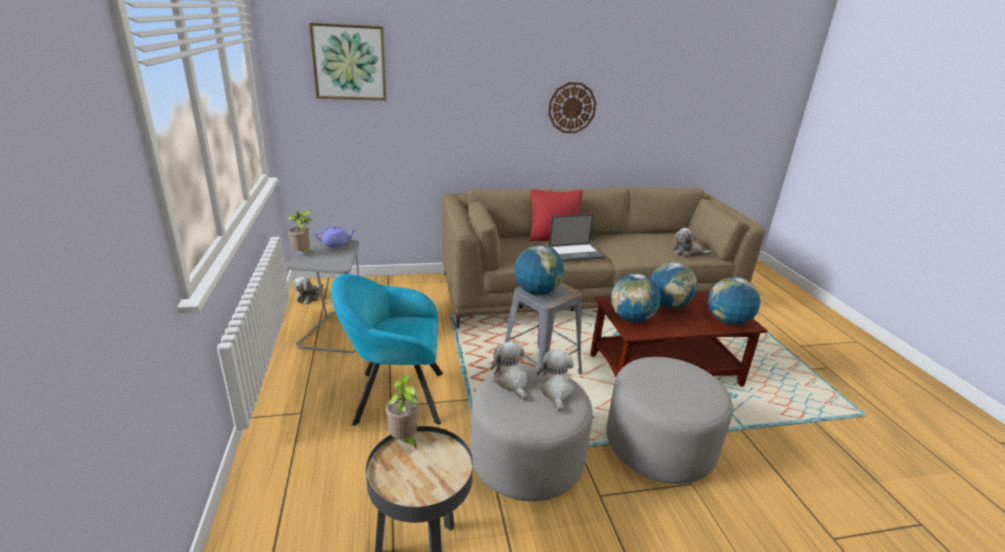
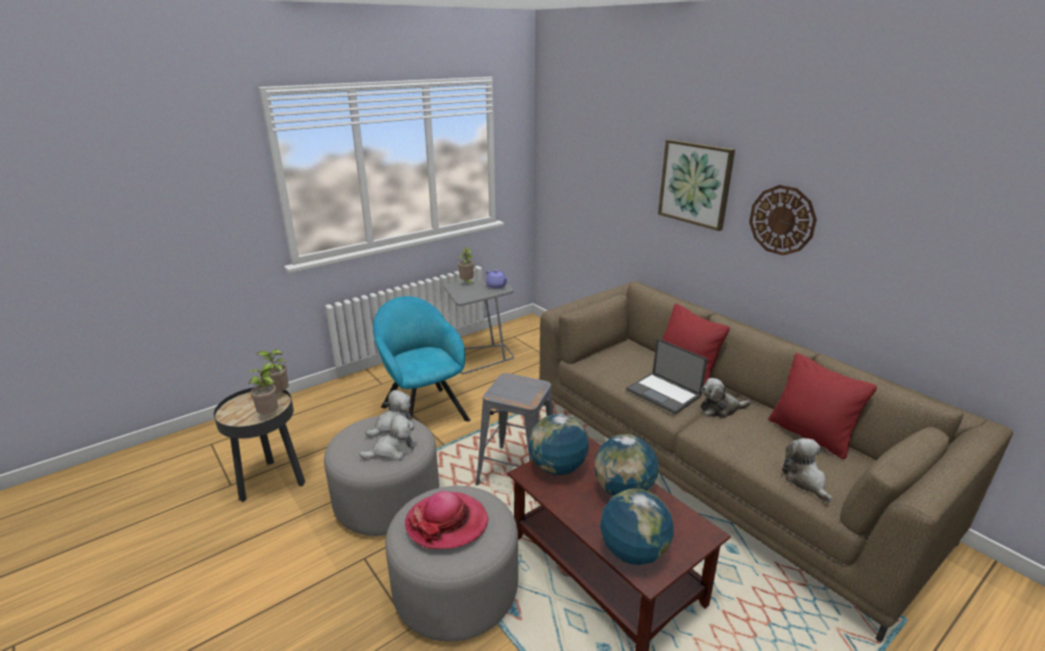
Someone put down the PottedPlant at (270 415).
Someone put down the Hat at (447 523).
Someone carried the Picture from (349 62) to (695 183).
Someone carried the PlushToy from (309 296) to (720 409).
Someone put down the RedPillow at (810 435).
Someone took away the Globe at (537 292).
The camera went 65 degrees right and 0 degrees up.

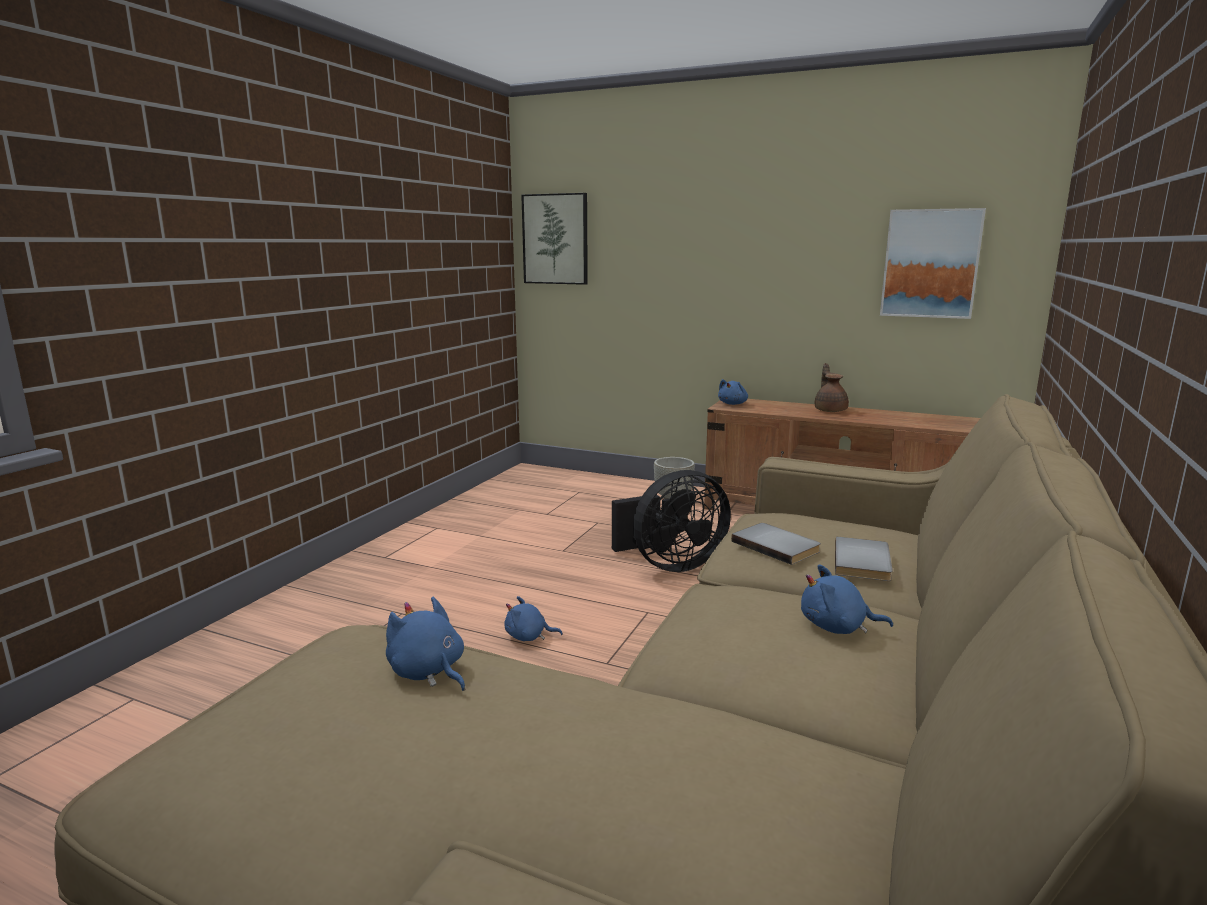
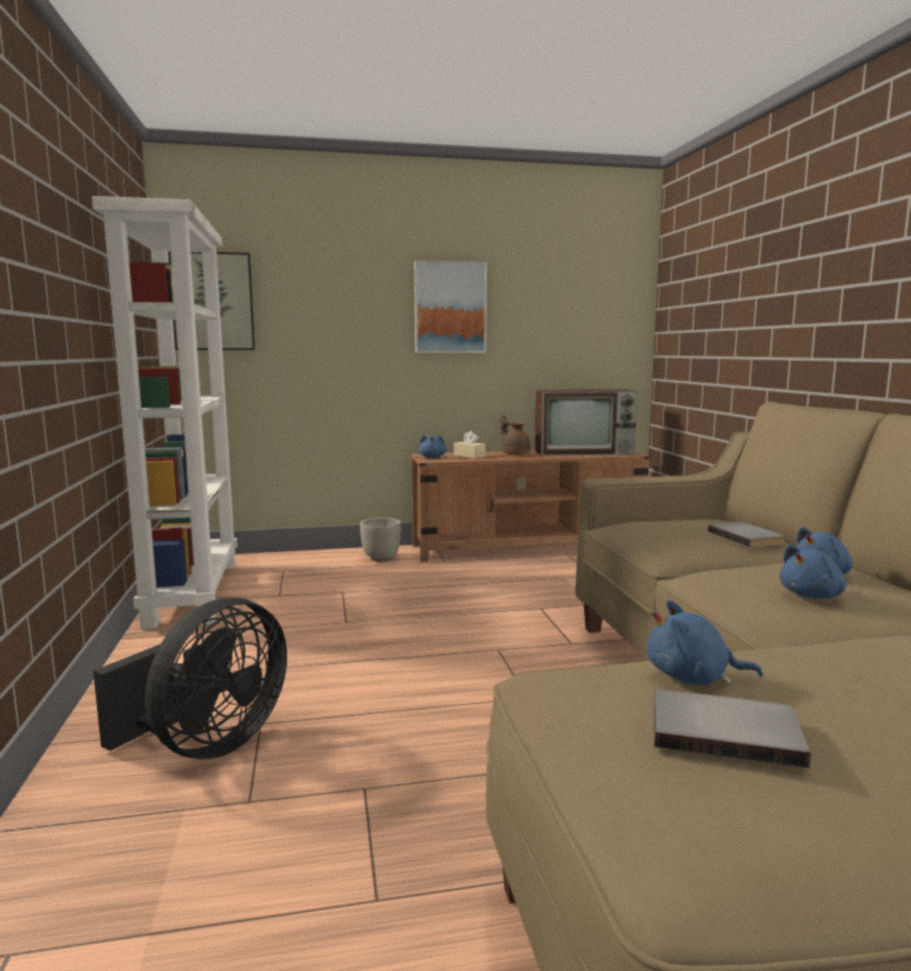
Someone put down the WhiteBookcase at (192 592).
Someone carried the BlackFan from (671 564) to (208 745).
Someone carried the Picture from (930 263) to (450 307).
Someone put down the BeigeTissueBox at (469 456).
Someone put down the Television at (585 452).
Someone carried the GreyBook from (777 546) to (724 730).
Someone carried the BluePlushToy from (528 636) to (813 596).
The camera went 35 degrees left and 5 degrees down.

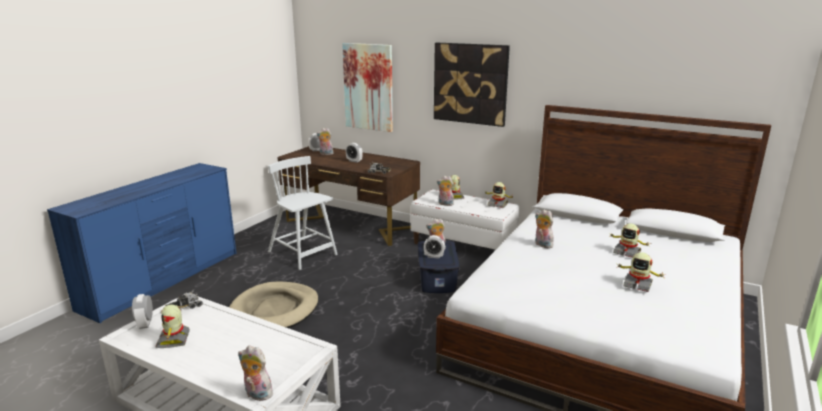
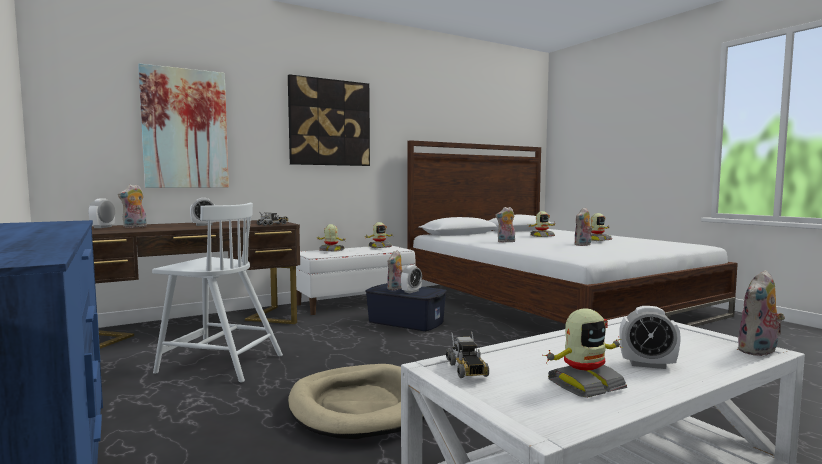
Someone rotated the WhiteChair at (303 254) by 150 degrees counterclockwise.
Someone rotated the ToyRobot at (174 339) by 45 degrees counterclockwise.
Someone carried the PlushToy from (445 204) to (583 245).
Someone carried the AlarmClock from (145 323) to (647 364).
The camera went 60 degrees left and 15 degrees down.

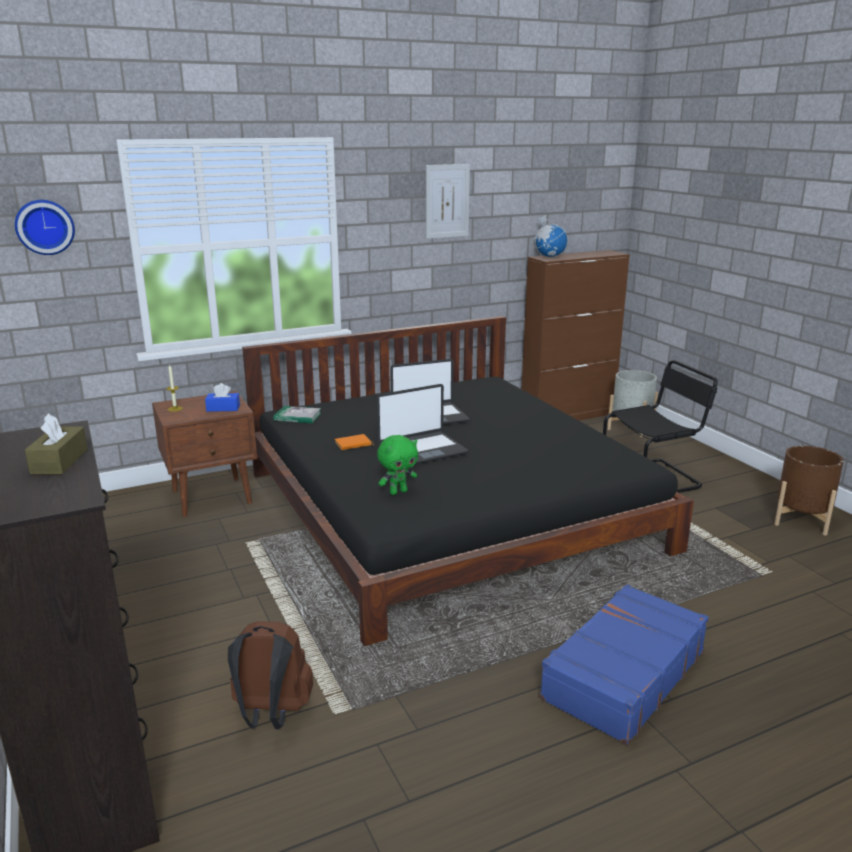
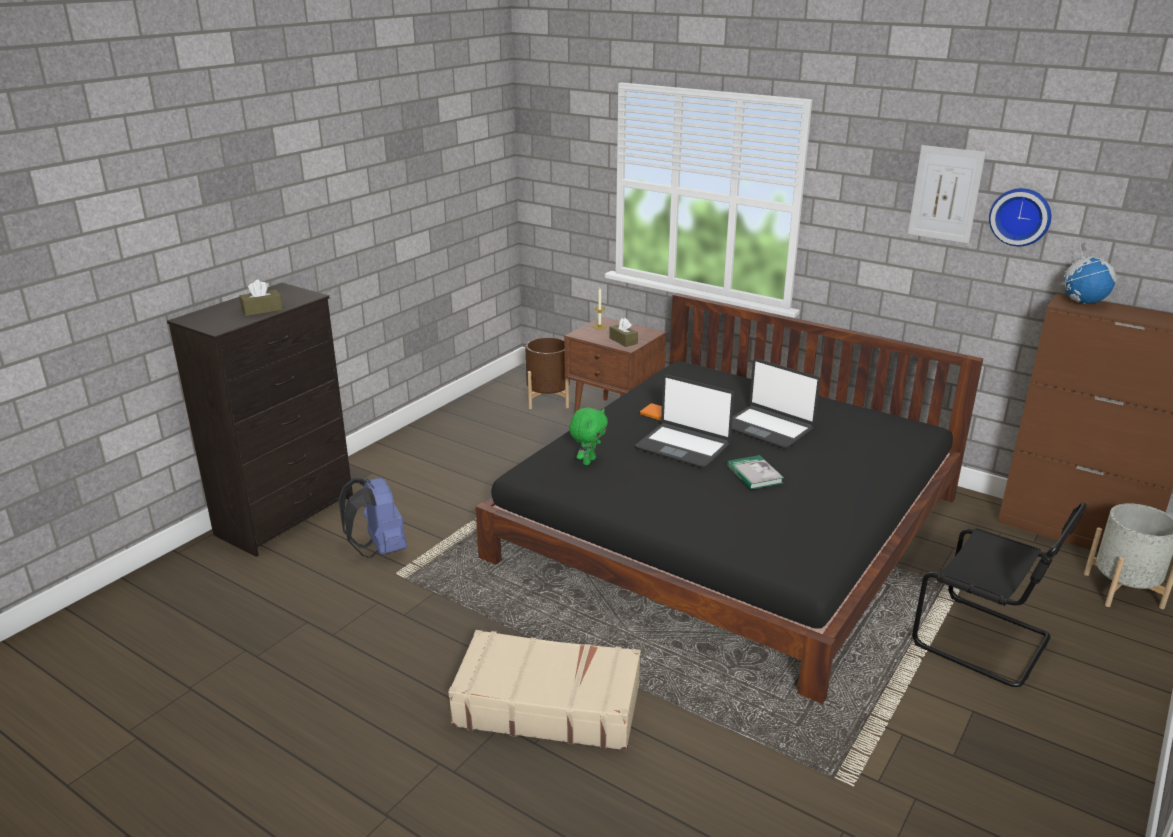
Someone repainted the BrownBackpack at (271 714), which became the BlueBackpack at (379 549).
Someone repainted the BlueSuitcase at (622 675), which became the BeigeSuitcase at (547 704).
Someone carried the BrownPlanter from (801 520) to (548 400).
Someone rotated the GreenPlushToy at (398 492) by 90 degrees counterclockwise.
Someone repainted the BlueTissueBox at (223 408), which became the BrownTissueBox at (623 341).
Someone carried the Book from (297 417) to (754 474).
Someone carried the WallClock from (45 227) to (1020 216).
The camera went 60 degrees right and 5 degrees up.

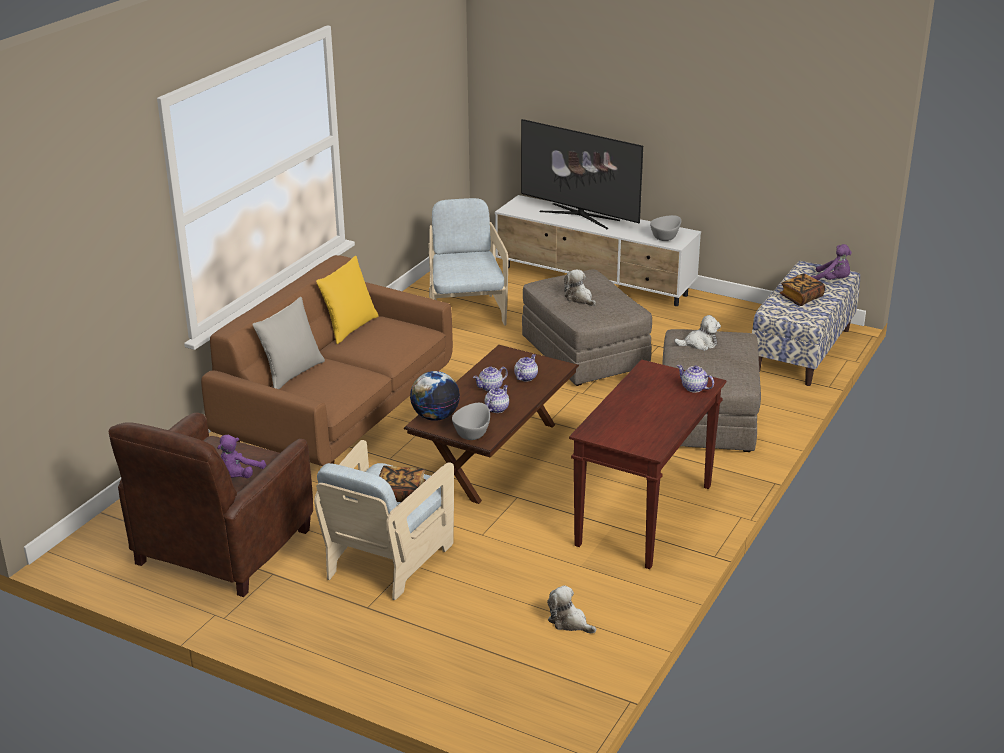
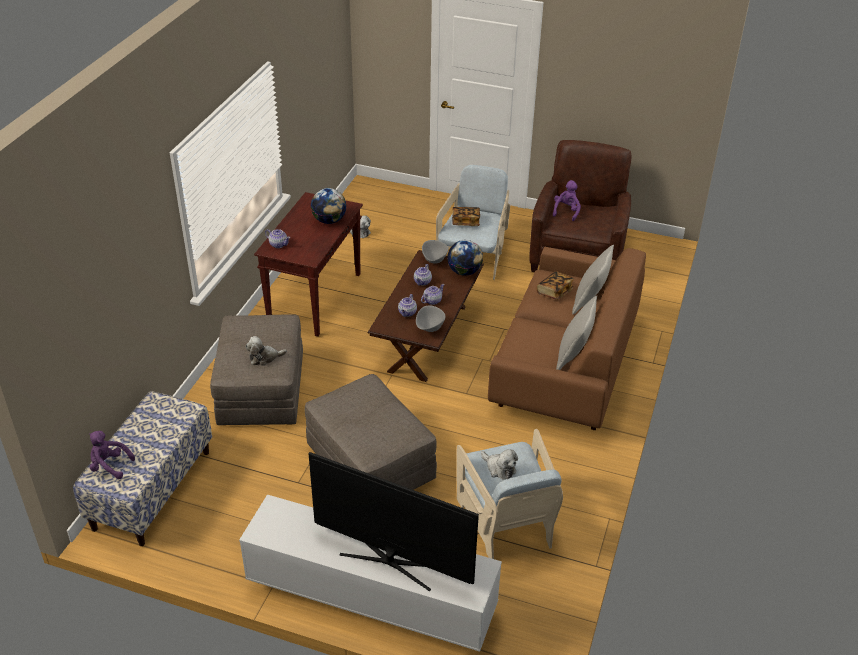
Someone put down the Globe at (329 221).
Someone carried the GreyBowl from (666 237) to (429 329).
Someone carried the PlushToy from (579 298) to (499 468).
Someone carried the Book from (801 298) to (554 292).
Someone repainted the YellowPillow at (349 328), which became the GreyPillow at (574 355).
The camera went 170 degrees right and 10 degrees up.

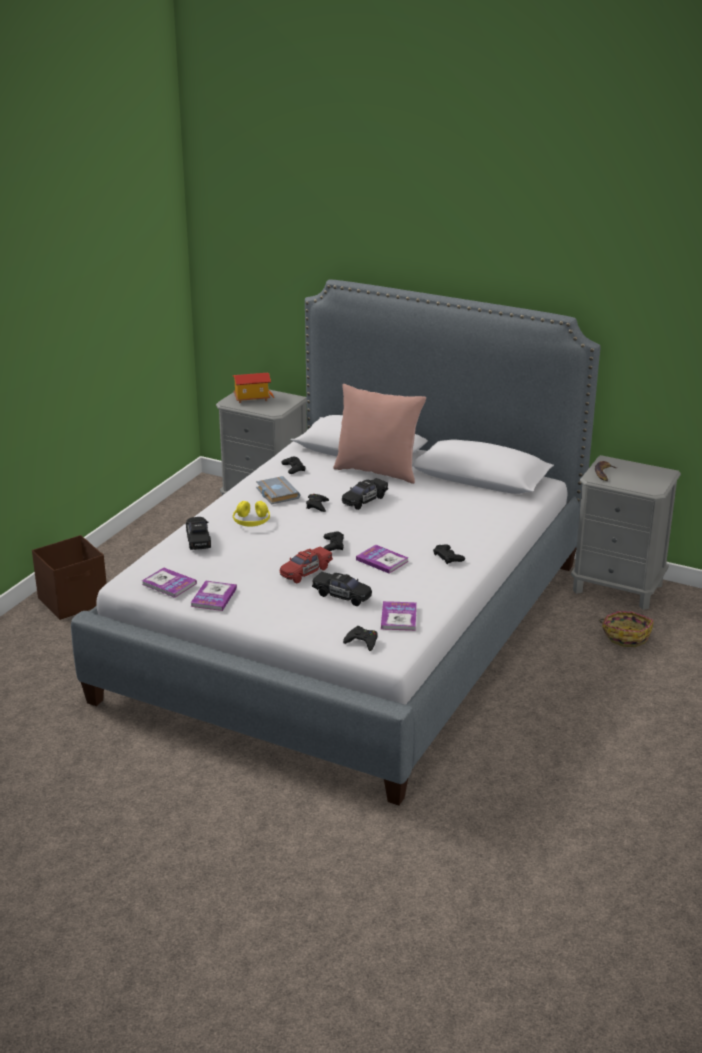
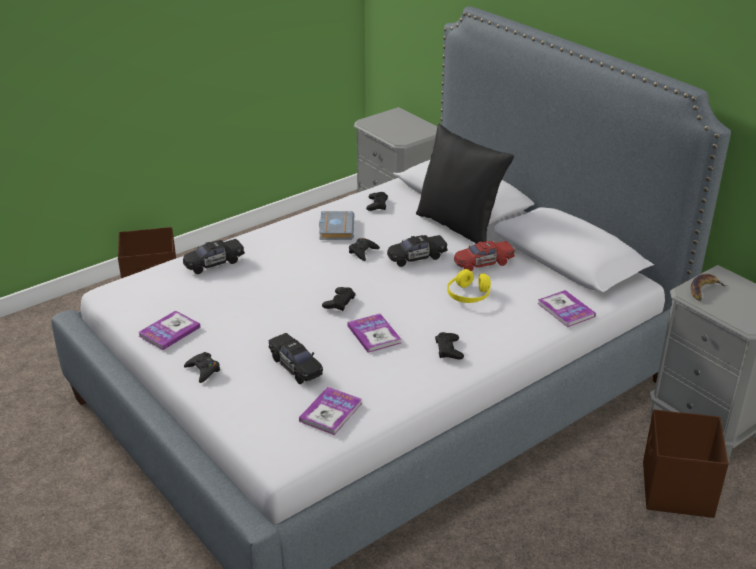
Someone rotated the BlackToyCar at (198 540) by 135 degrees counterclockwise.
Someone carried the BlackGameController from (362 641) to (203 370).
Someone repainted the PinkPillow at (377 471), which became the BlackPillow at (459 227).
Someone carried the YellowHeadphones from (251 521) to (468 295).
Someone carried the RedToyCar from (305 572) to (483 263).
Someone carried the Book from (169 584) to (566 310).
Someone swapped the Basket at (626 636) for the BrownStorageBox at (676 490).
Someone took away the ToyHouse at (252 398).
The camera went 25 degrees right and 5 degrees up.

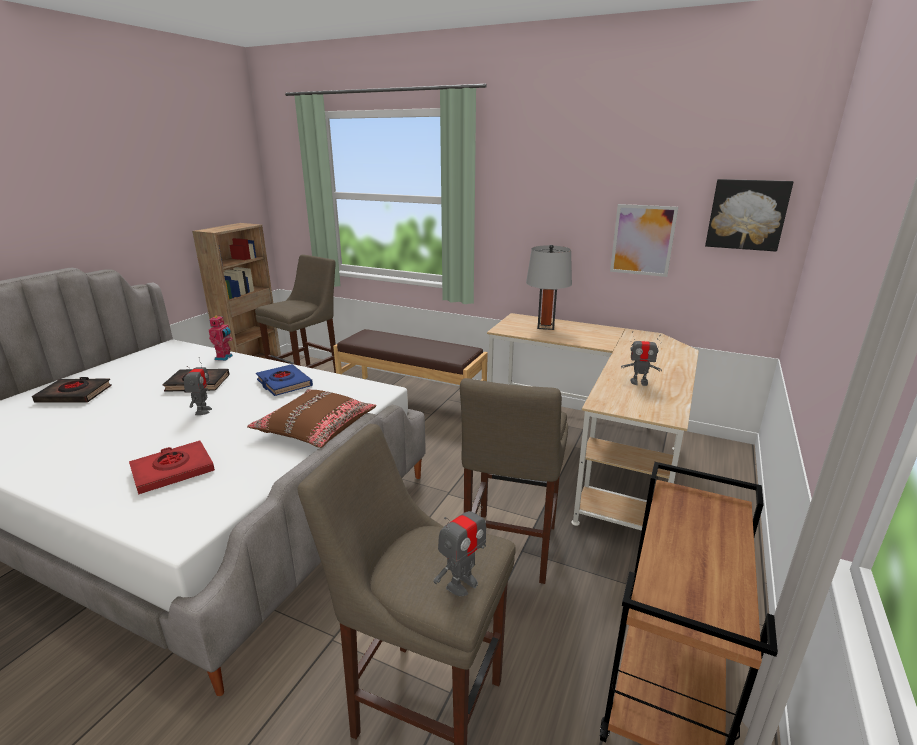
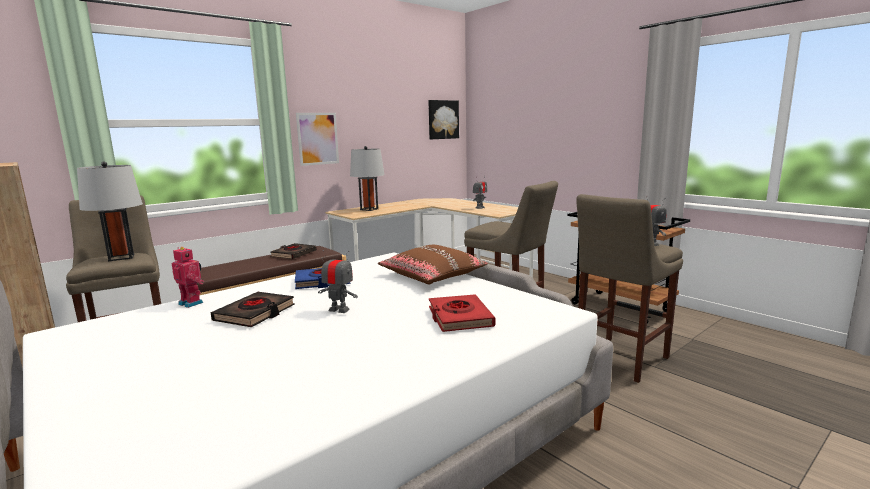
Someone put down the GreyTableLamp at (121 257).
Someone carried the BlackBook from (75 394) to (293 254).
Someone carried the Picture from (642 240) to (318 138).
The camera went 65 degrees left and 10 degrees down.

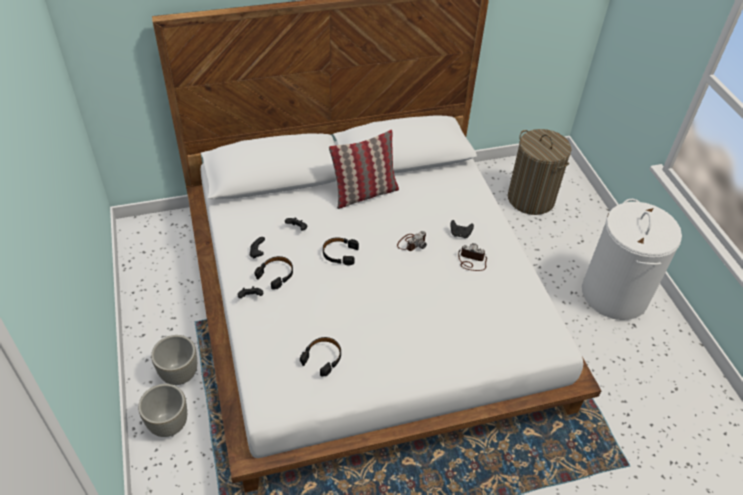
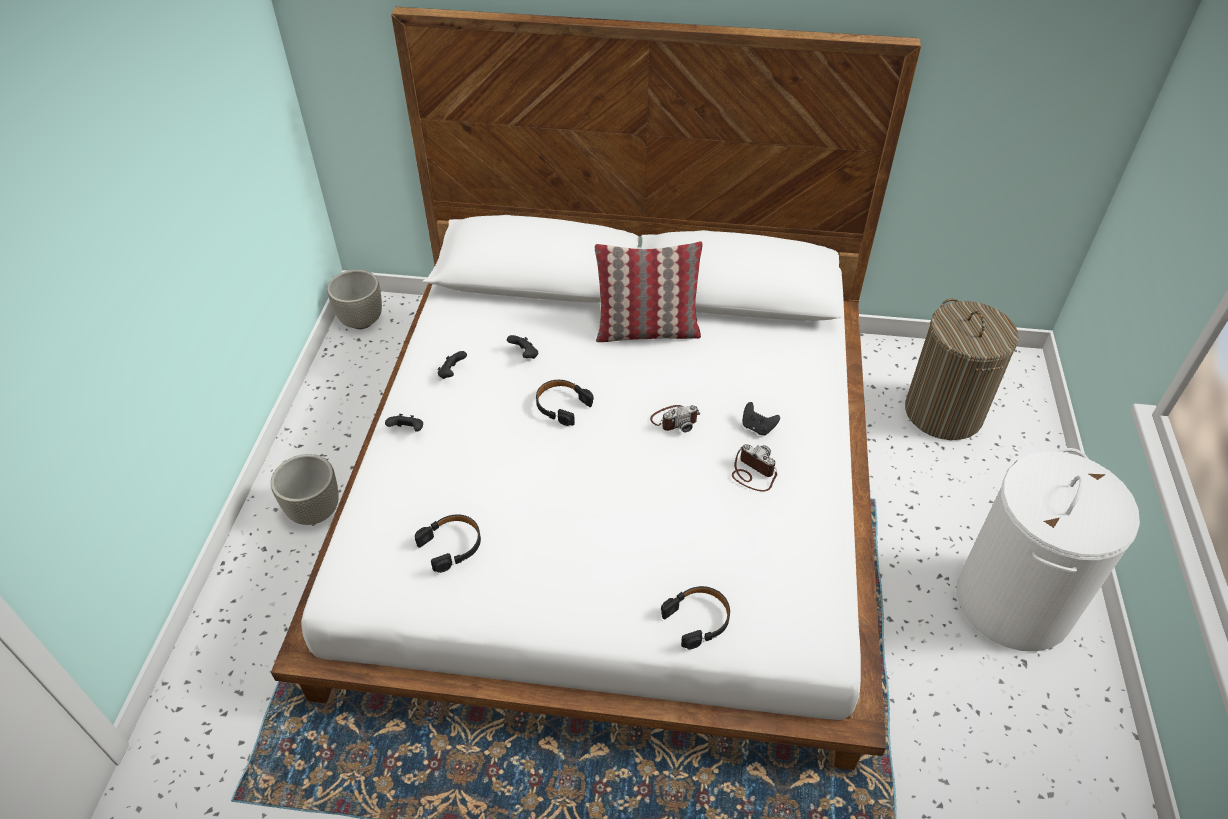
Someone carried the GreyPlanter from (169 424) to (362 321).
Someone carried the BlackHeadphones from (276 274) to (698 619).
The camera went 25 degrees right and 0 degrees up.

